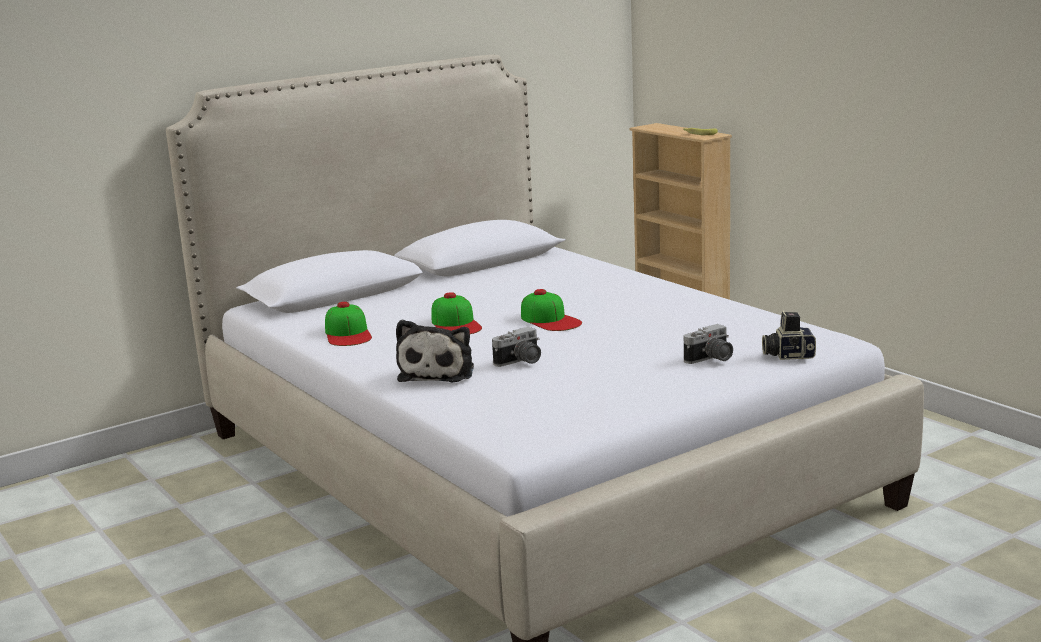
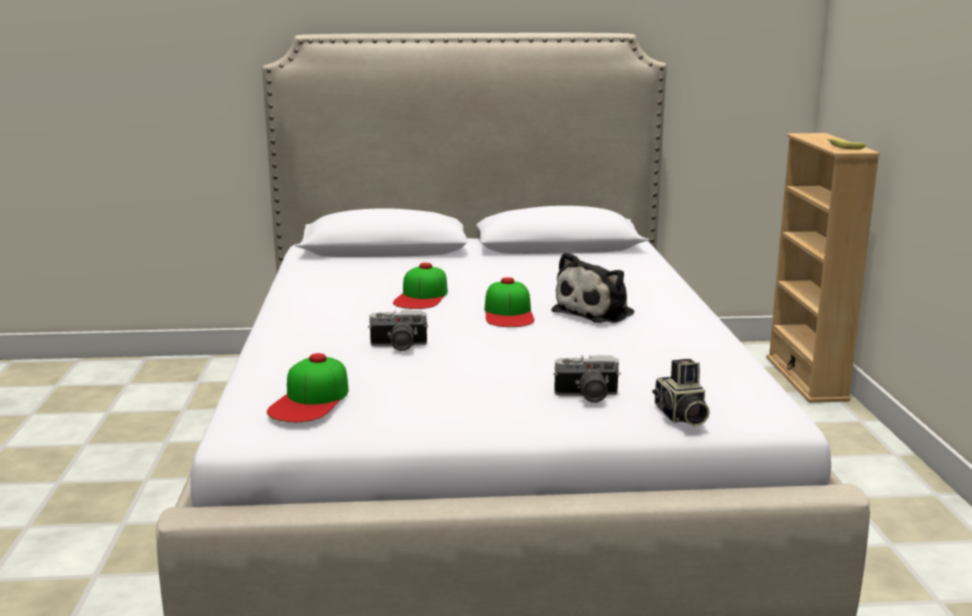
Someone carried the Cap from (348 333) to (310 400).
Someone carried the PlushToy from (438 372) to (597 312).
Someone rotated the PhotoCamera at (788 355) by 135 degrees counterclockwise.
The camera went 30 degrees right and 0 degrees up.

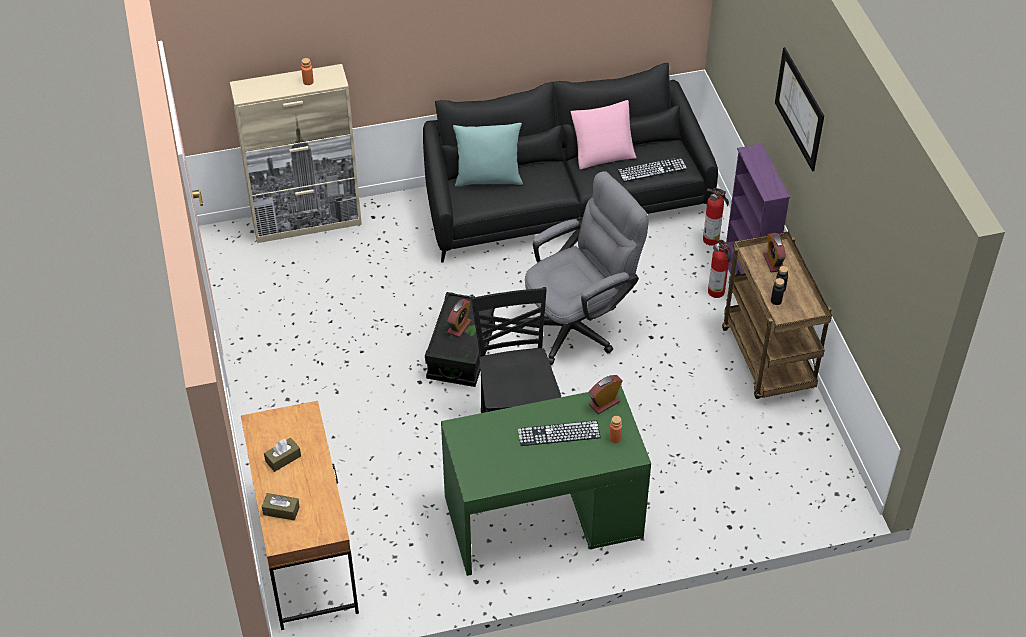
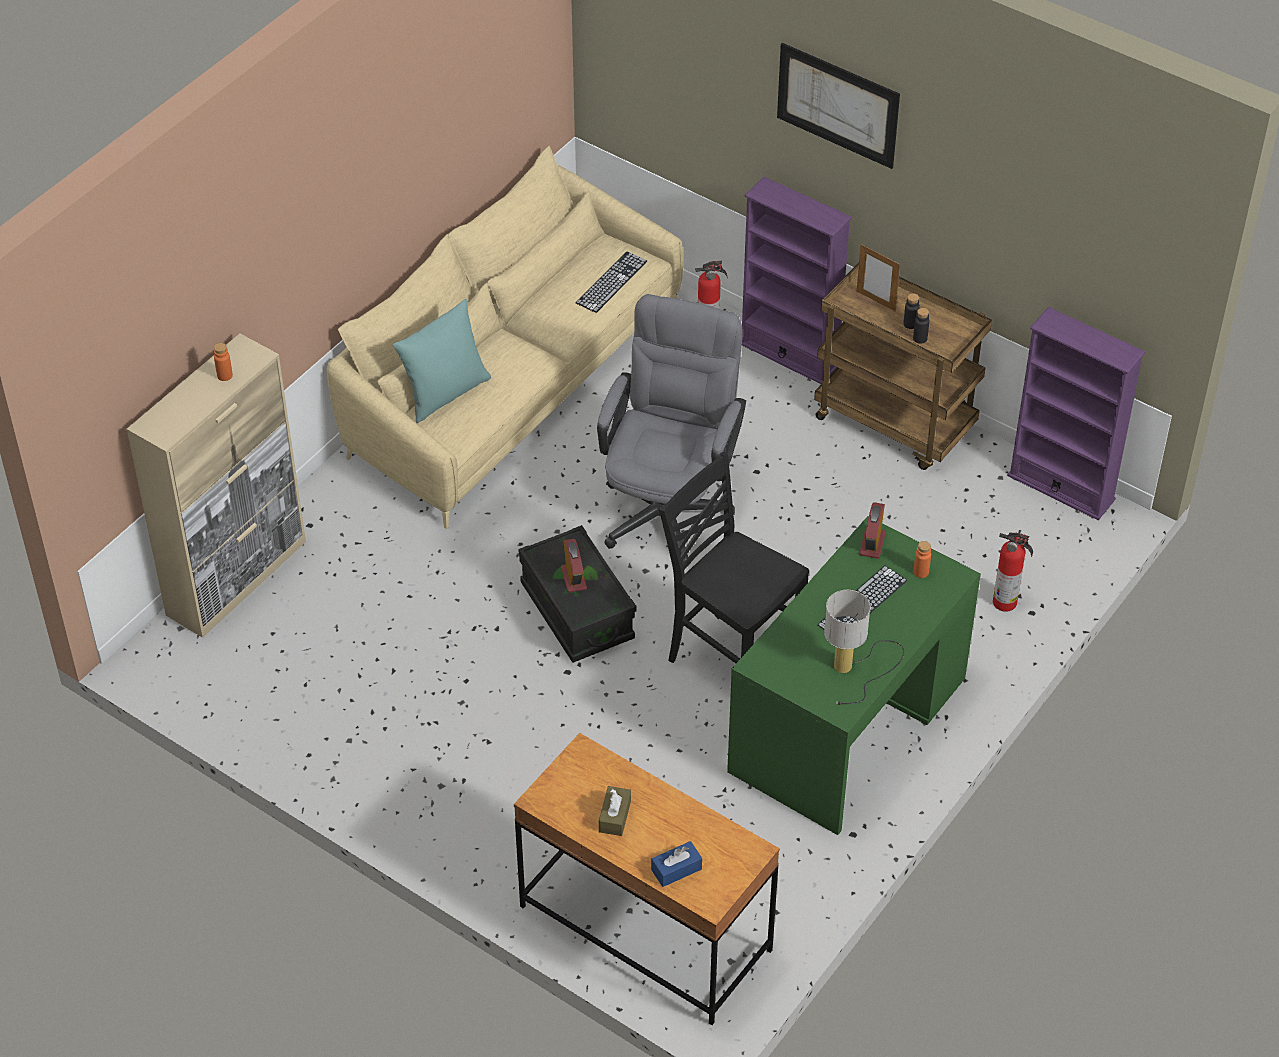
Someone repainted the BlackSofa at (564 202), which became the BeigeSofa at (510 382).
Someone repainted the BrownTissueBox at (281 510), which became the BlueTissueBox at (676 869).
Someone put down the TableLamp at (855 668).
Someone swapped the AlarmClock at (773 262) for the PictureFrame at (876 301).
Someone carried the FireExtinguisher from (717 292) to (1006 603).
Someone put down the PurpleBookcase at (1061 487).
Someone took away the PinkPillow at (602 153).
The camera went 40 degrees left and 0 degrees up.

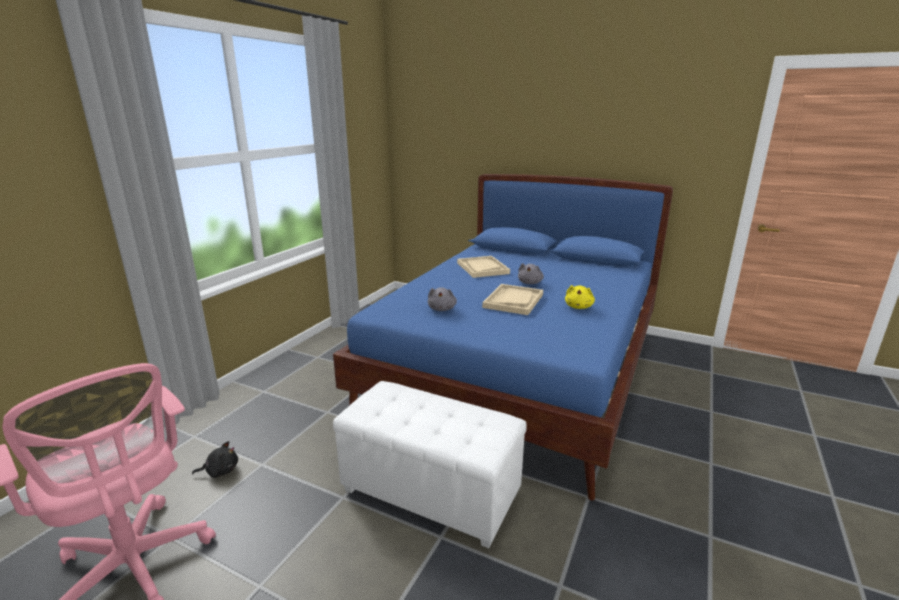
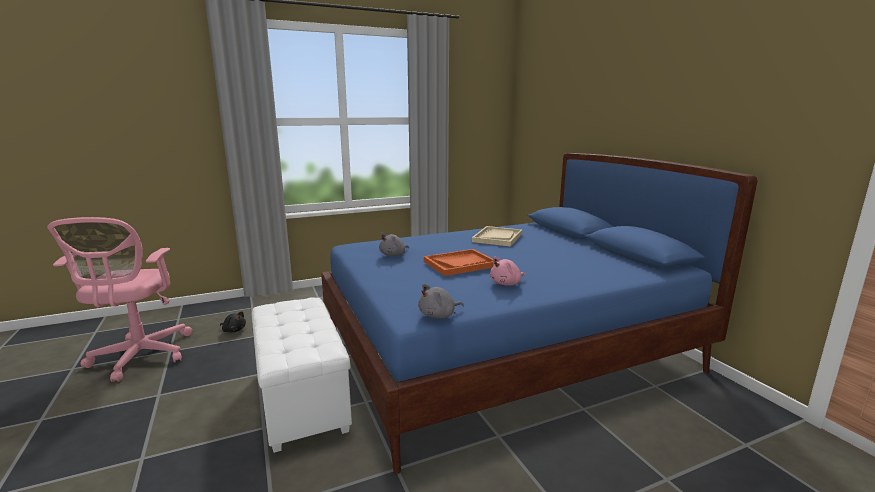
Someone carried the GreyPlushToy from (530 283) to (439 315).
Someone repainted the BeigeTray at (513 301), which became the OrangeTray at (460 264).
Someone repainted the YellowPlushToy at (578 307), which became the PinkPlushToy at (507 283).
The camera went 40 degrees right and 5 degrees down.

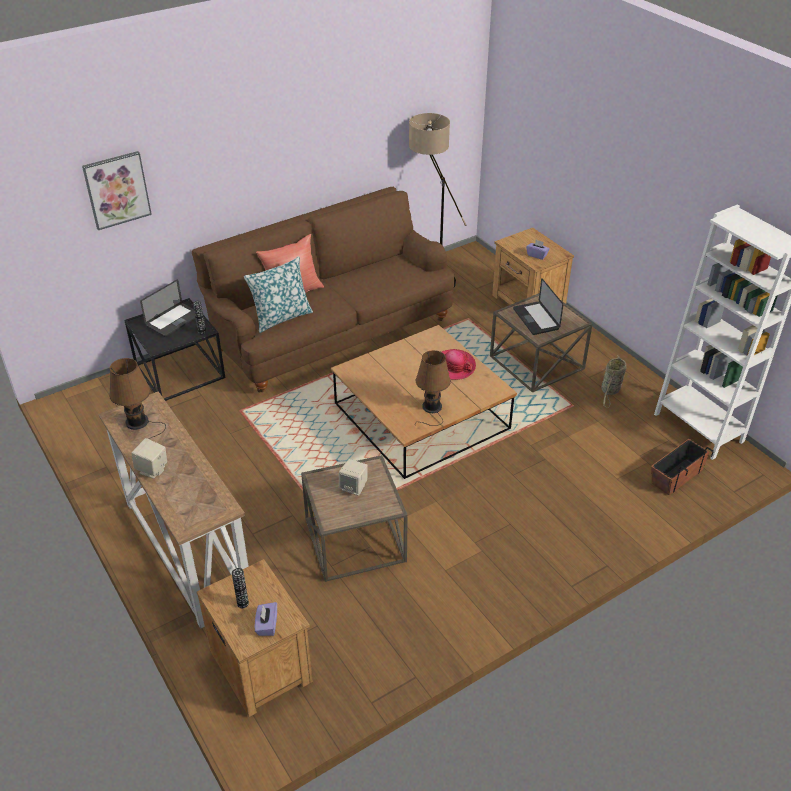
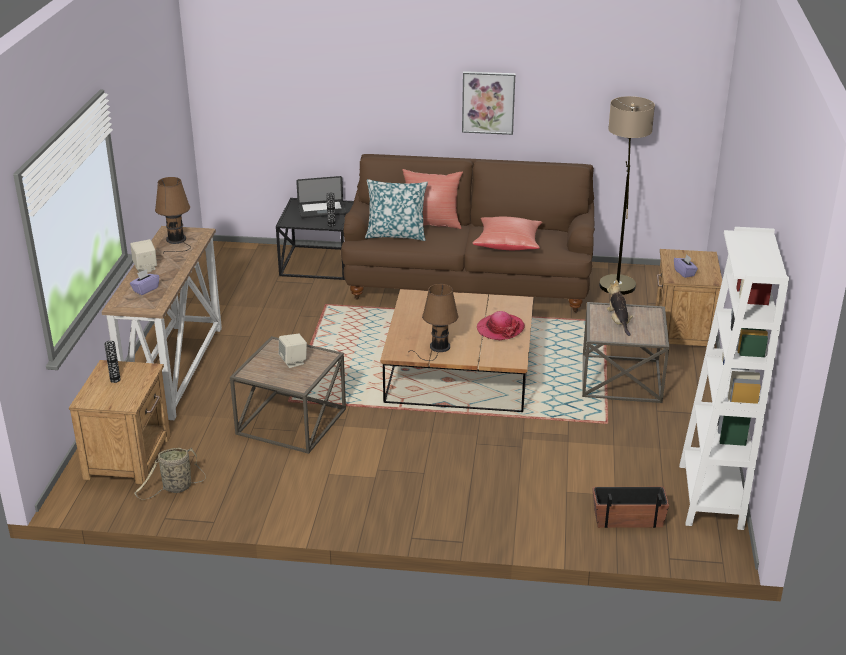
Someone carried the PurpleTissueBox from (267 625) to (145 289).
Someone carried the Basket from (610 391) to (175 488).
Someone carried the Picture from (117 190) to (488 102).
Someone put down the RedPillow at (508 244).
Someone swapped the Laptop at (536 319) for the PlushToy at (618 322).
The camera went 40 degrees right and 10 degrees down.

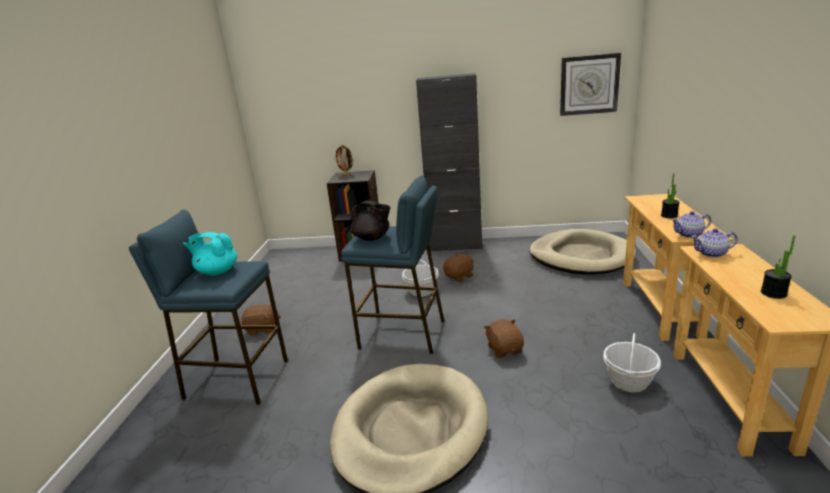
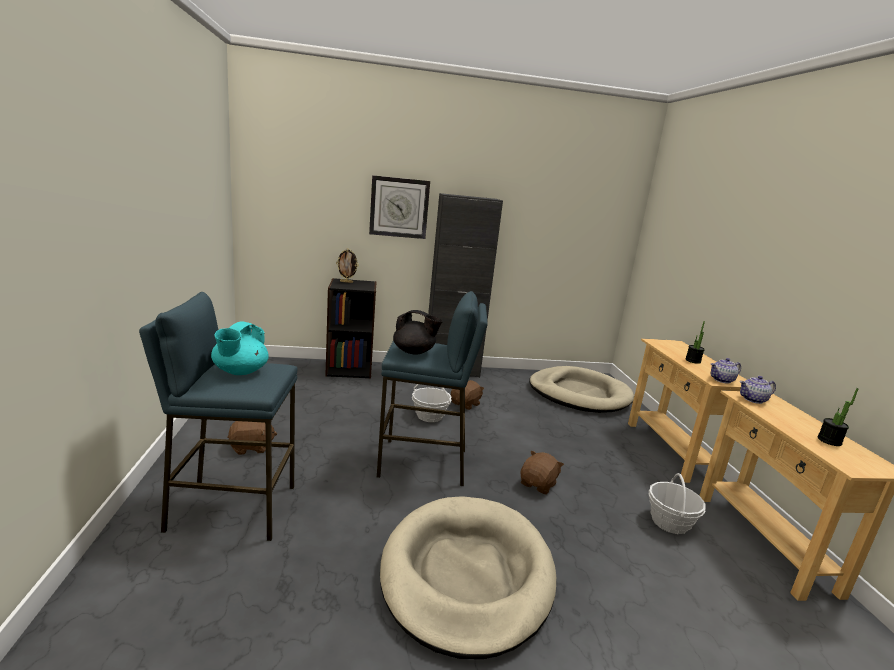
Someone rotated the TurquoiseTeapot at (217 271) by 75 degrees counterclockwise.
Someone carried the WallClock from (589 84) to (399 207).
Someone rotated the BrownPlushToy at (505 349) by 60 degrees clockwise.
The camera went 15 degrees left and 5 degrees down.

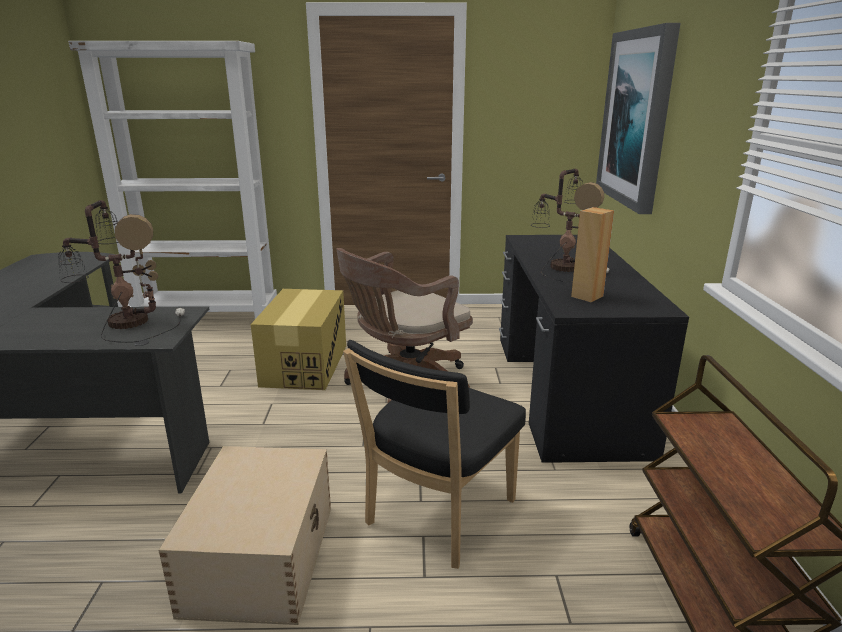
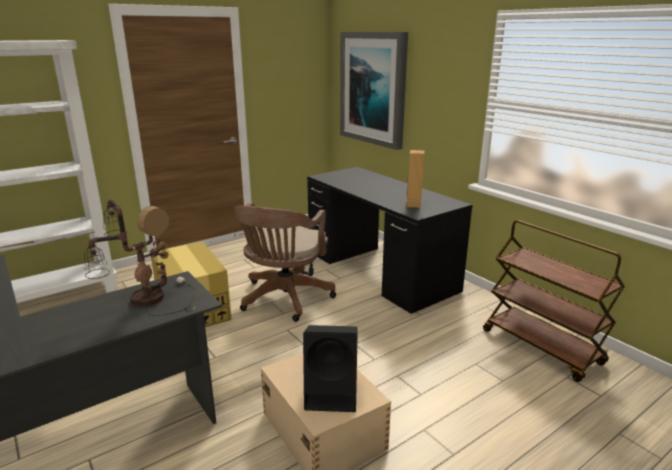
Someone put down the BlackSpeaker at (333 393).
Someone took away the BlackChair at (436 516).
Someone took away the TableLamp at (564 267).
The camera went 35 degrees left and 0 degrees up.

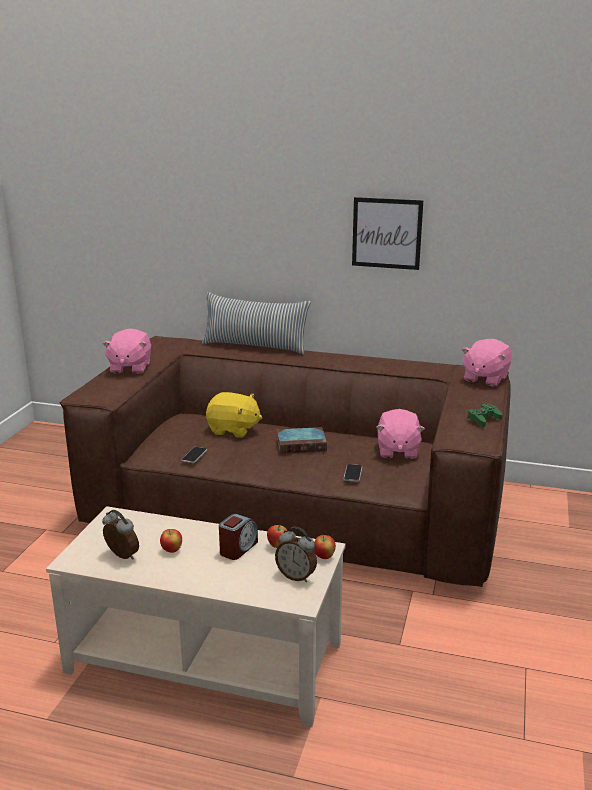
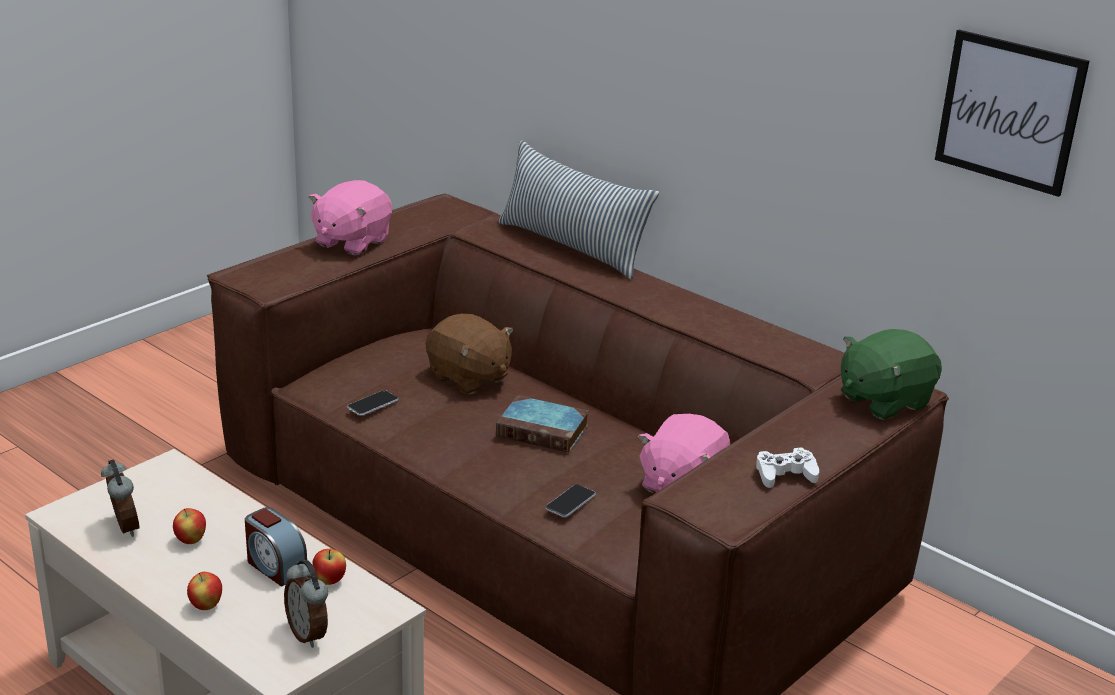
Someone carried the Apple from (324 557) to (206 606).
Someone rotated the AlarmClock at (238 548) by 75 degrees clockwise.
Someone repainted the YellowPlushToy at (233 430), which became the BrownPlushToy at (468 378).
Someone repainted the GreenGameController at (483 419), which became the WhiteGameController at (785 474).
Someone repainted the PinkPlushToy at (485 378), which became the GreenPlushToy at (883 400).
Someone carried the Picture from (387 233) to (1009 112).
The camera went 25 degrees right and 5 degrees up.

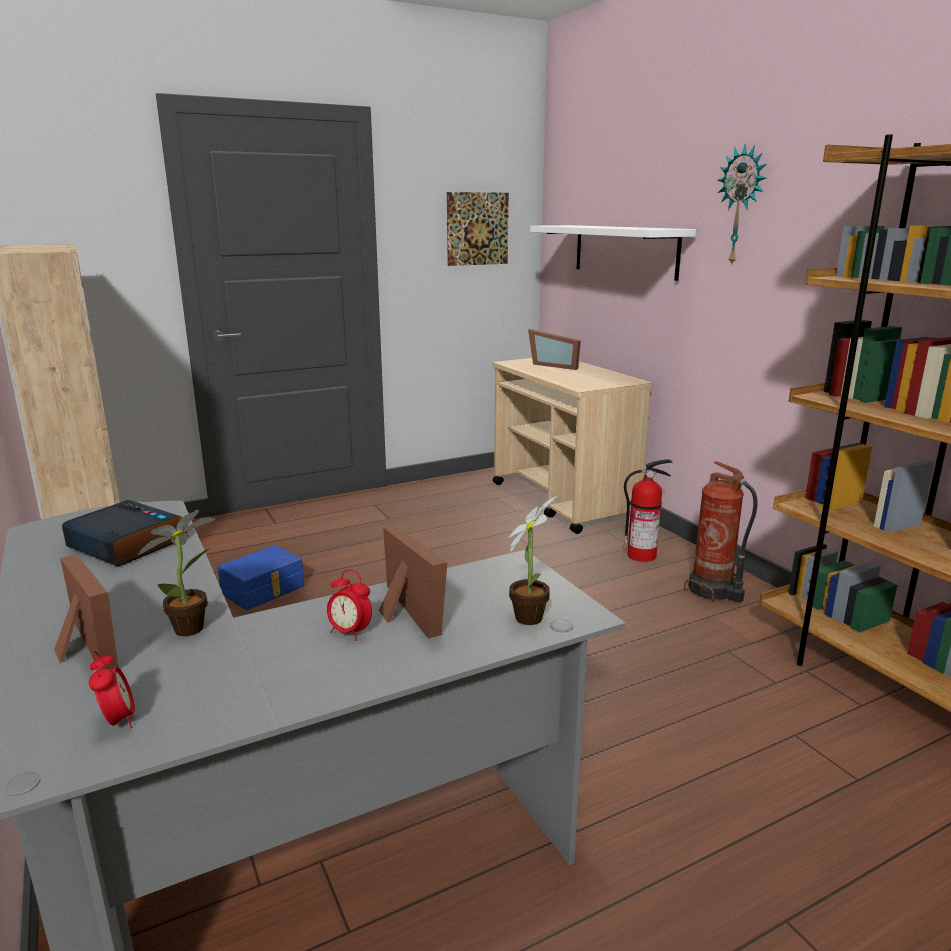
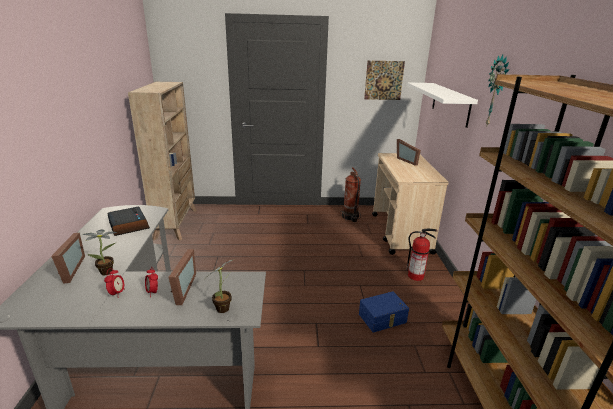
Someone carried the AlarmClock from (118 721) to (117 293).
Someone carried the FireExtinguisher from (713 591) to (350 217).
Someone carried the BlueStorageBox from (264 590) to (383 319).
The camera went 25 degrees right and 5 degrees up.

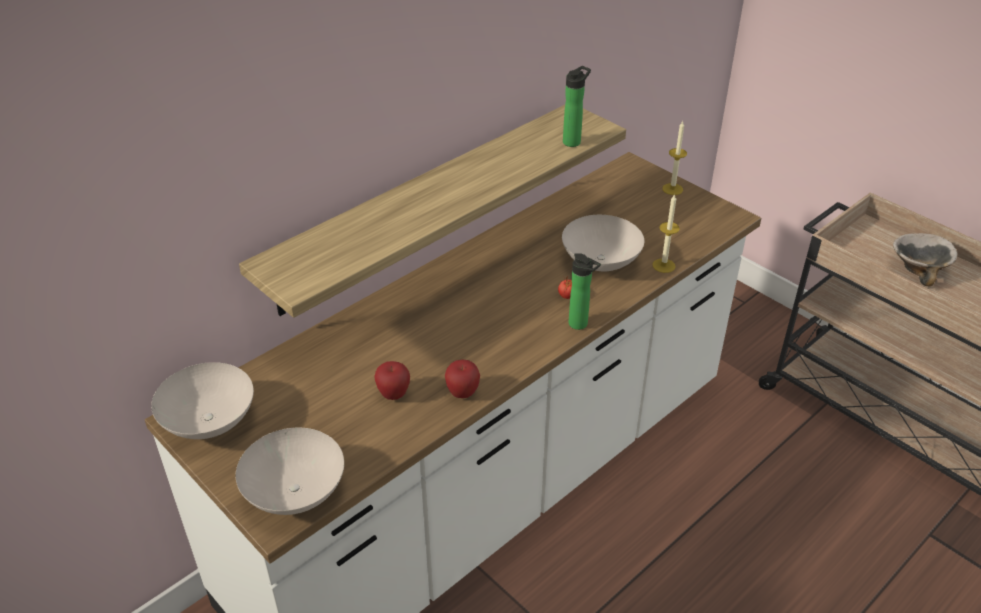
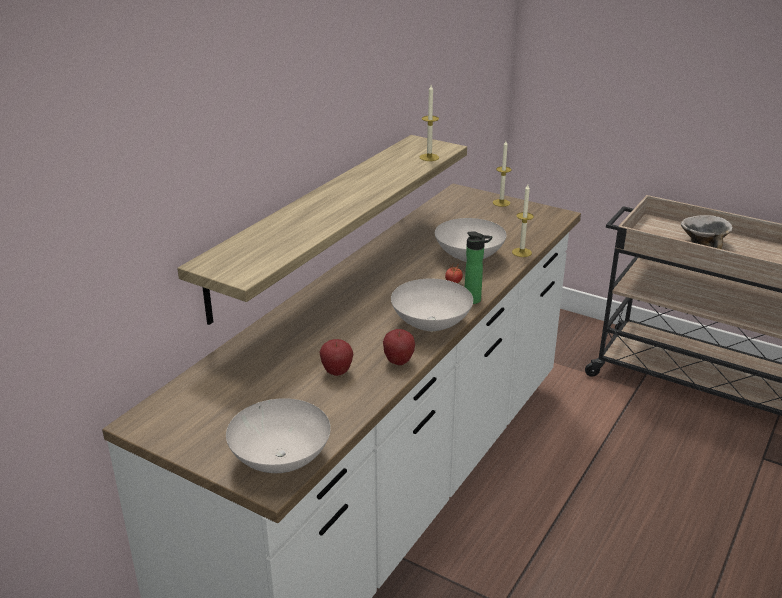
Someone carried the WhiteBowl from (208 421) to (429 324).
Someone swapped the Bottle at (573 141) for the Candle at (429 157).
The camera went 15 degrees left and 10 degrees down.

